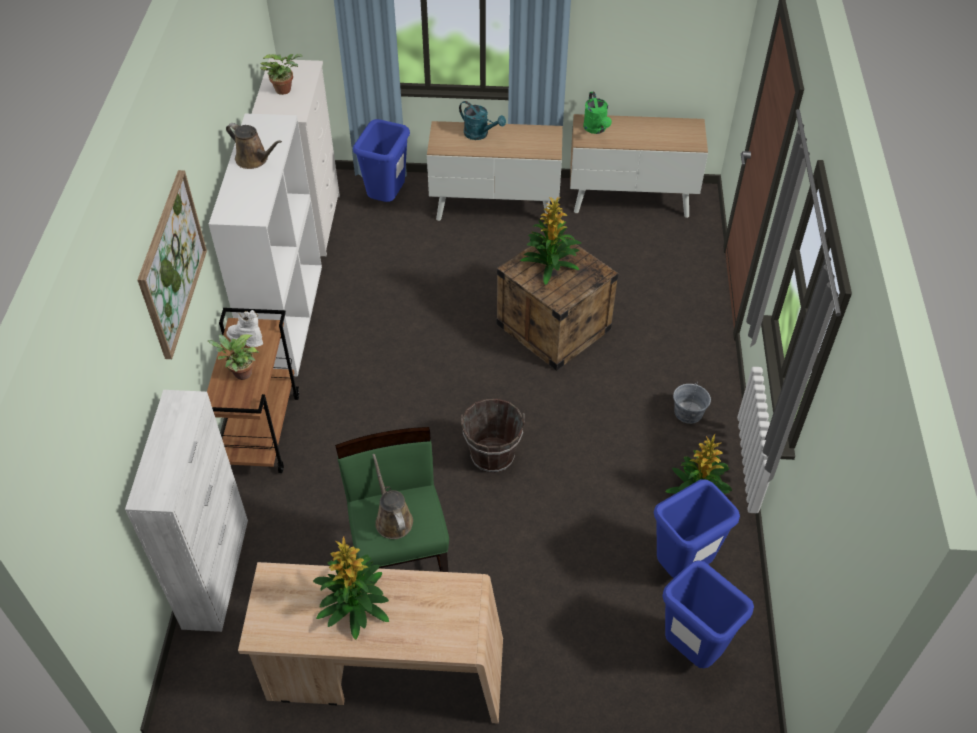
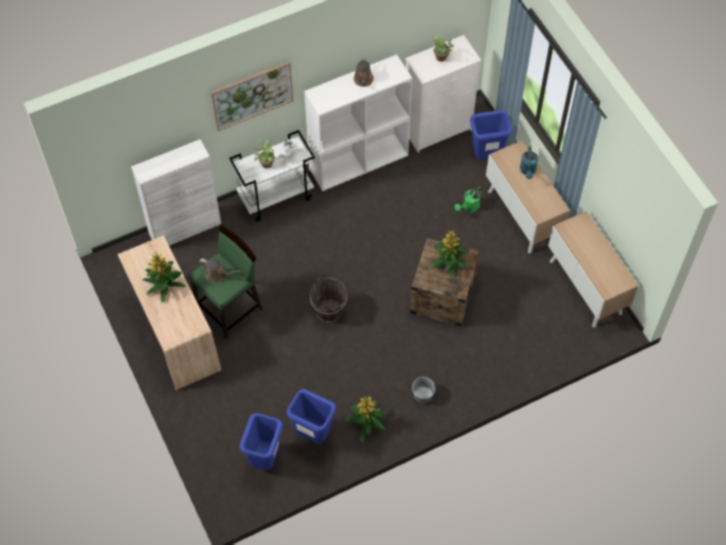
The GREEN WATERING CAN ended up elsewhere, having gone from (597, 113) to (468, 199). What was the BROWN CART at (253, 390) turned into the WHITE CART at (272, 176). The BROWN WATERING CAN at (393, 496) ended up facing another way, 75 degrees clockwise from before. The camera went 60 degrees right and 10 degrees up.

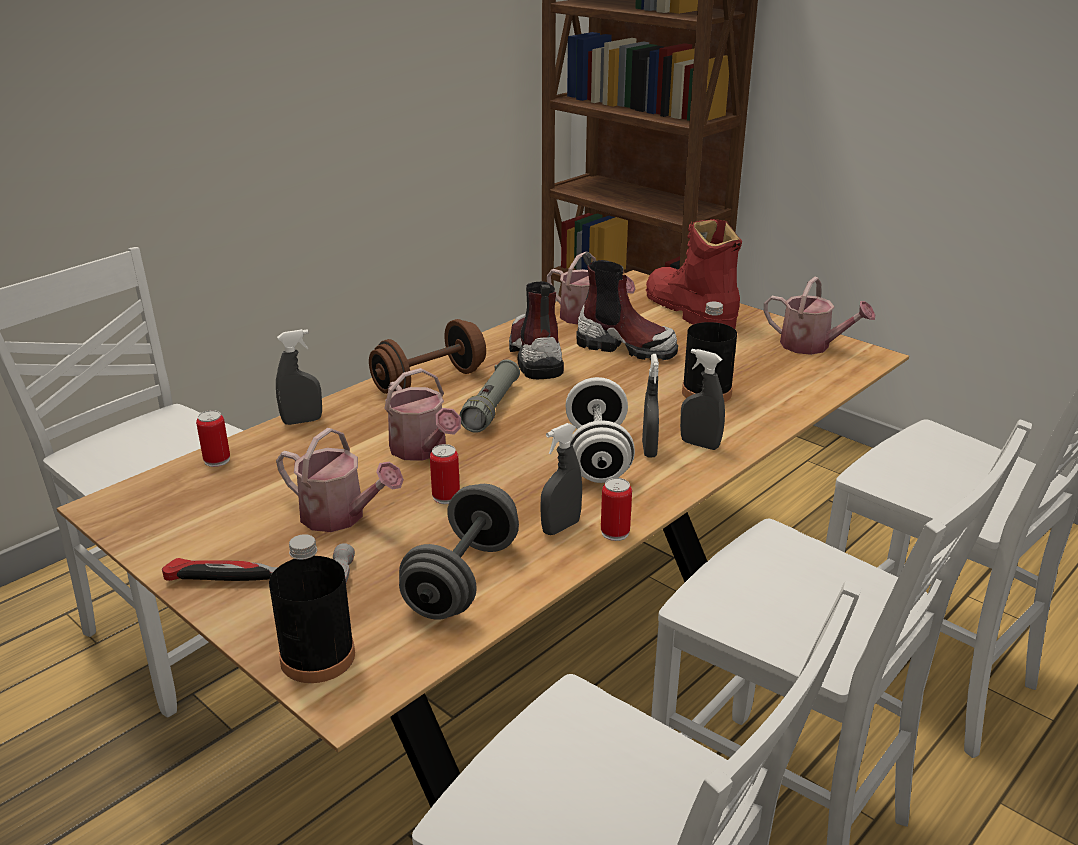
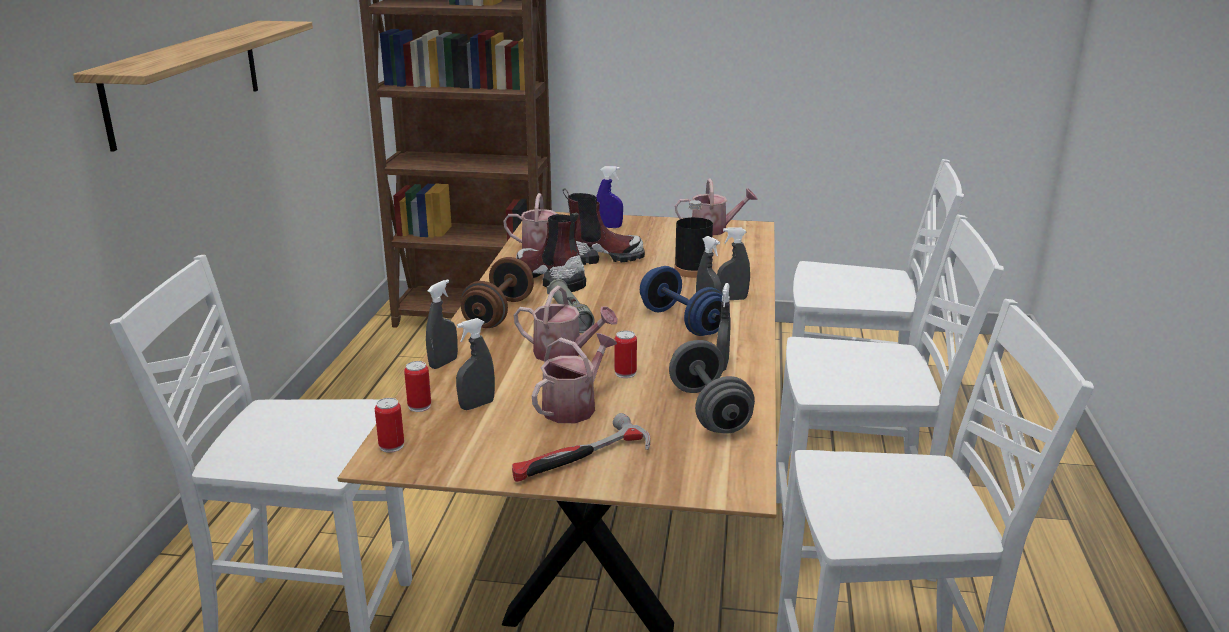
Where the RED BOOT stood at (694, 274), the BLUE SPRAY BOTTLE came to stand at (609, 197). What was the WHITE DUMBBELL at (600, 430) turned into the BLUE DUMBBELL at (681, 301). The WATERING CAN at (340, 480) ended up facing another way, 45 degrees counterclockwise from before. The CAN ended up elsewhere, having gone from (616, 509) to (389, 425). The second view lost the BLACK BOTTLE at (312, 608). The second view gained the SHELF at (193, 86). The second view gained the GREY SPRAY BOTTLE at (475, 364). The camera went 35 degrees left and 5 degrees down.

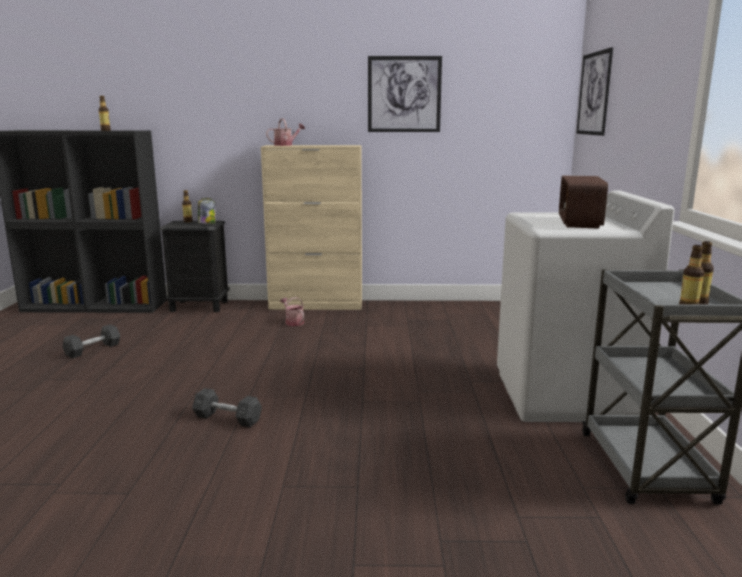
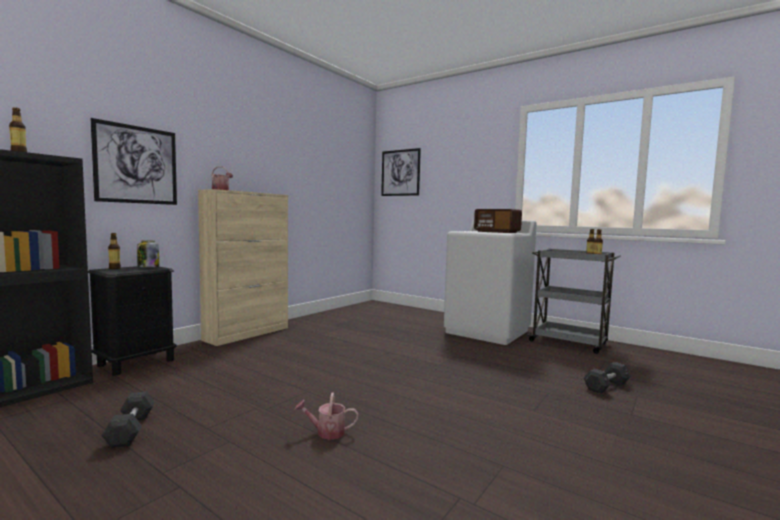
The PICTURE ended up elsewhere, having gone from (405, 94) to (133, 161). The WATERING CAN ended up elsewhere, having gone from (292, 311) to (327, 416). The GREY DUMBBELL ended up elsewhere, having gone from (227, 407) to (607, 378). The camera went 55 degrees left and 10 degrees down.

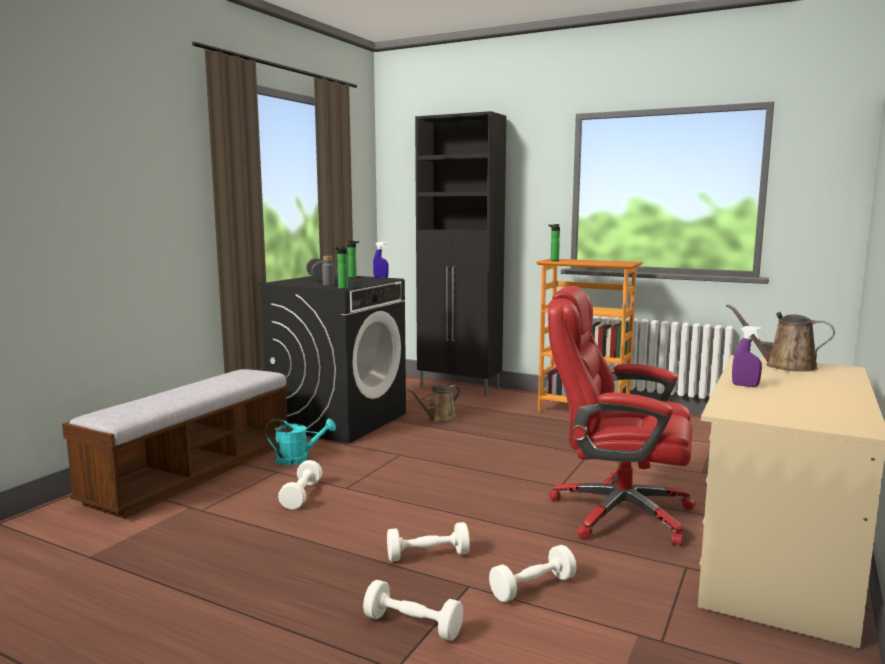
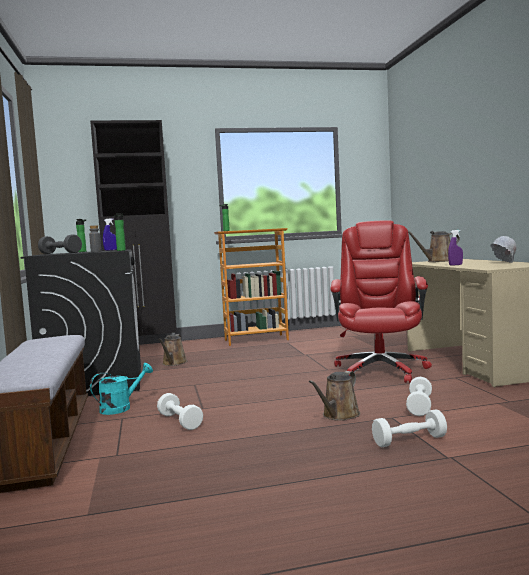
The RED OFFICE CHAIR at (622, 416) ended up facing another way, 120 degrees clockwise from before. Where the WHITE DUMBBELL stood at (428, 542), the BROWN WATERING CAN came to stand at (334, 396). The second view gained the WHITE HARD HAT at (504, 249). The camera went 40 degrees left and 5 degrees down.

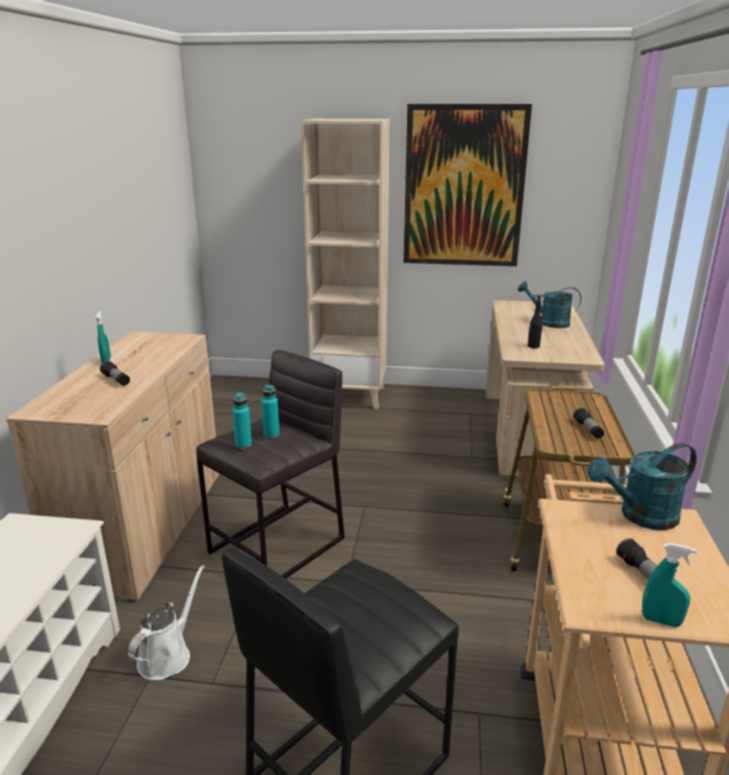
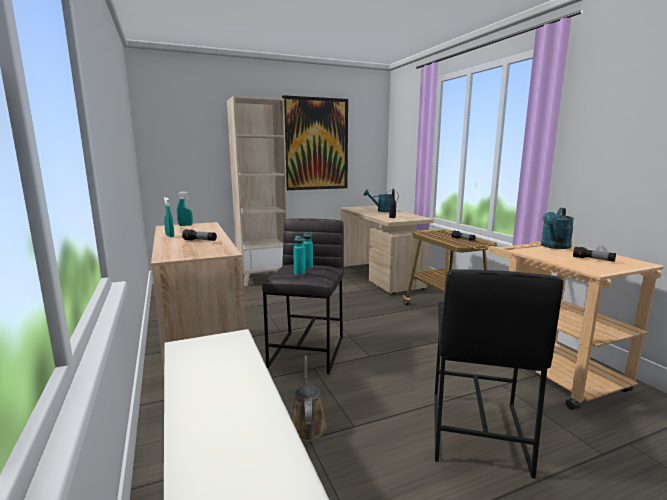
The TURQUOISE SPRAY BOTTLE ended up elsewhere, having gone from (669, 585) to (185, 209). What was the WHITE WATERING CAN at (166, 622) turned into the BROWN WATERING CAN at (309, 398). The camera went 30 degrees left and 10 degrees down.

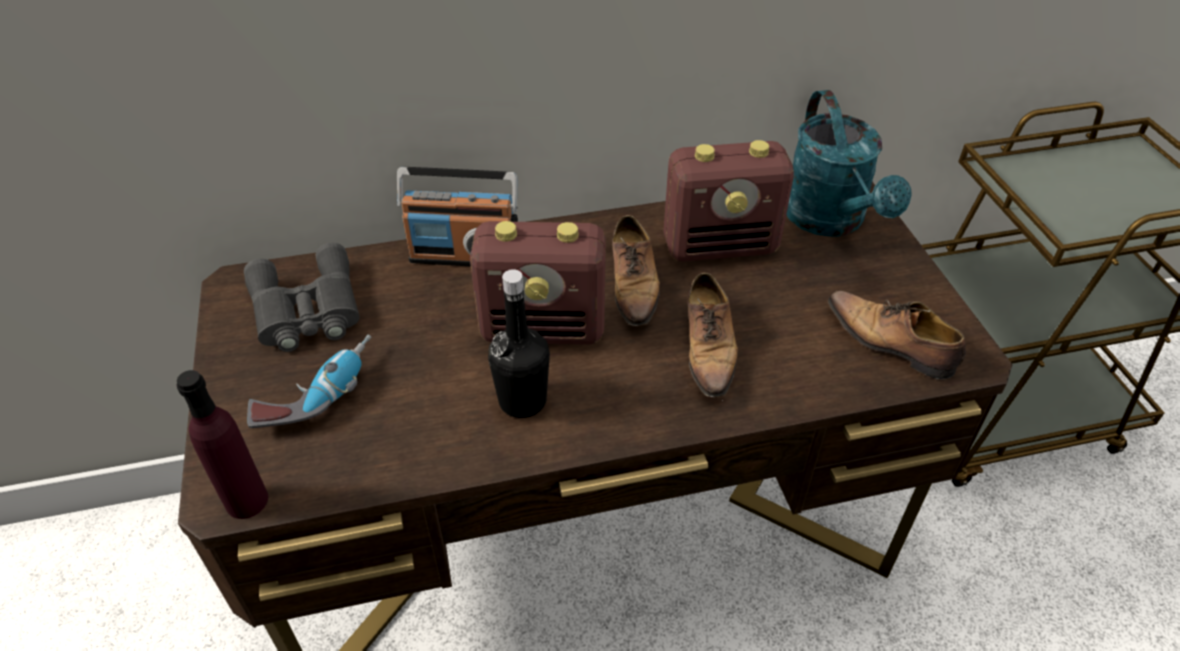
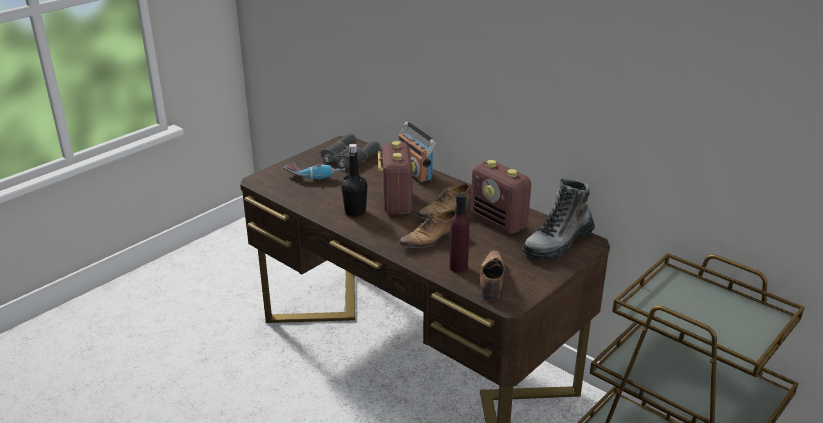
Where the TURQUOISE WATERING CAN stood at (849, 163), the BOOT came to stand at (558, 219). The RADIO at (538, 283) ended up facing another way, 150 degrees counterclockwise from before. The PURPLE BOTTLE ended up elsewhere, having gone from (222, 444) to (459, 233). The camera went 55 degrees right and 15 degrees down.

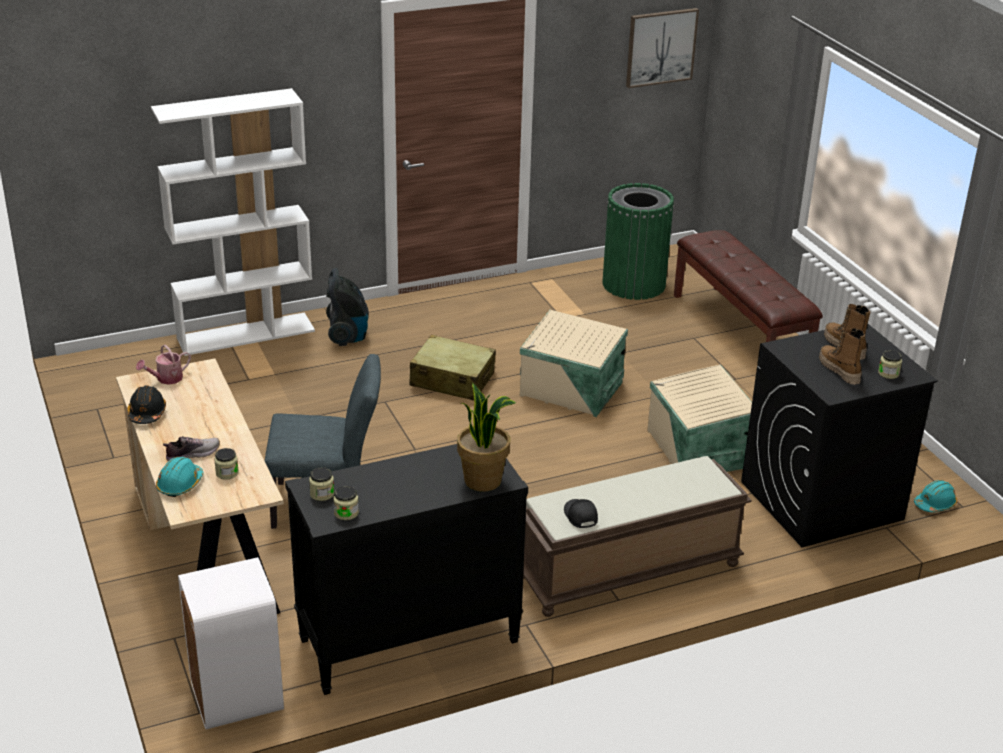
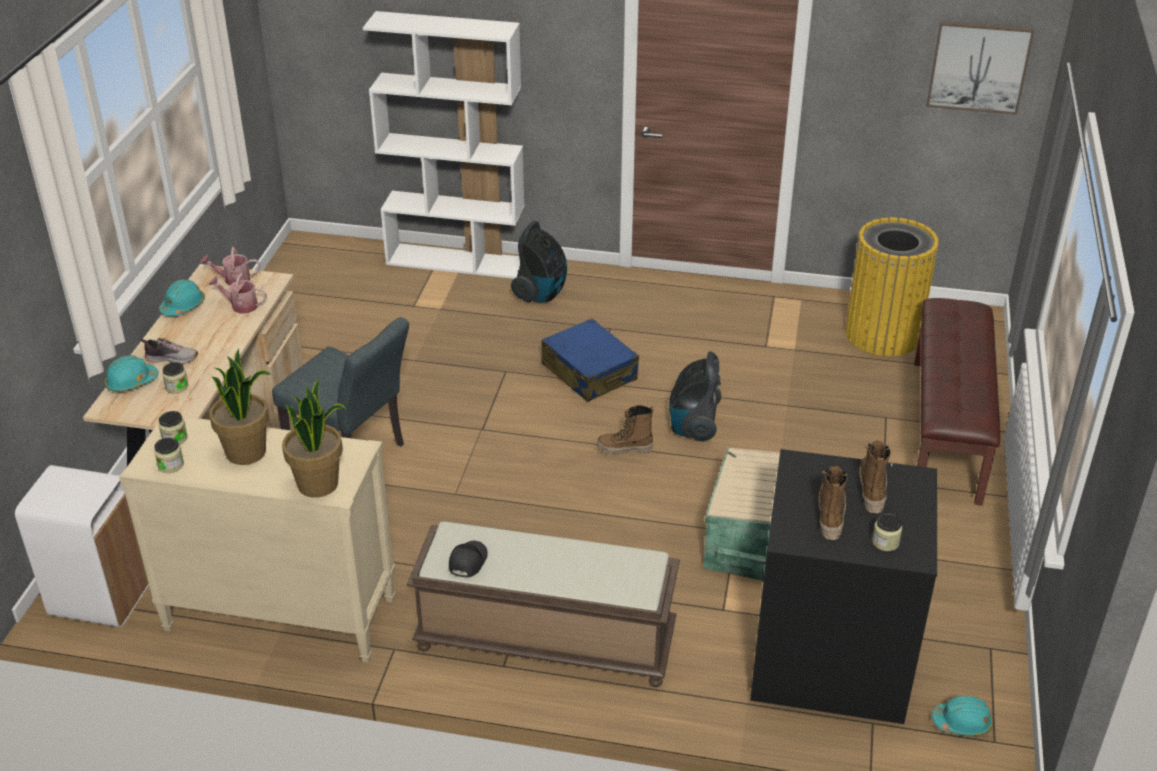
What was the GREEN TRASH CAN at (638, 241) turned into the YELLOW TRASH CAN at (892, 286). Where the BEIGE STORAGE BOX stood at (574, 363), the VACUUM CLEANER came to stand at (695, 396). What was the BEIGE SUITCASE at (452, 367) turned into the BLUE SUITCASE at (590, 360). What was the BLACK HARD HAT at (146, 404) turned into the TURQUOISE HARD HAT at (182, 297). What was the BLACK DRESSER at (406, 569) turned into the BEIGE DRESSER at (257, 537). The second view gained the WATERING CAN at (238, 293). The second view gained the POTTED PLANT at (240, 407). The second view gained the BOOT at (625, 430). The camera went 35 degrees right and 5 degrees up.

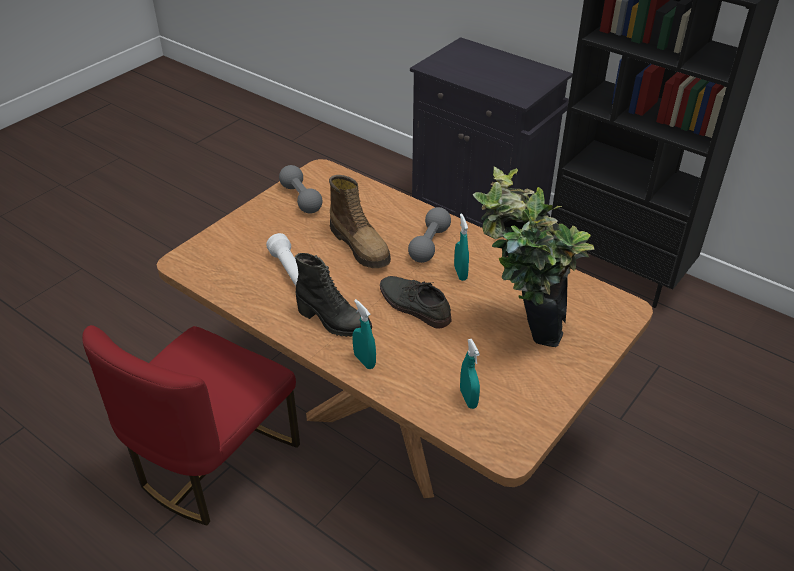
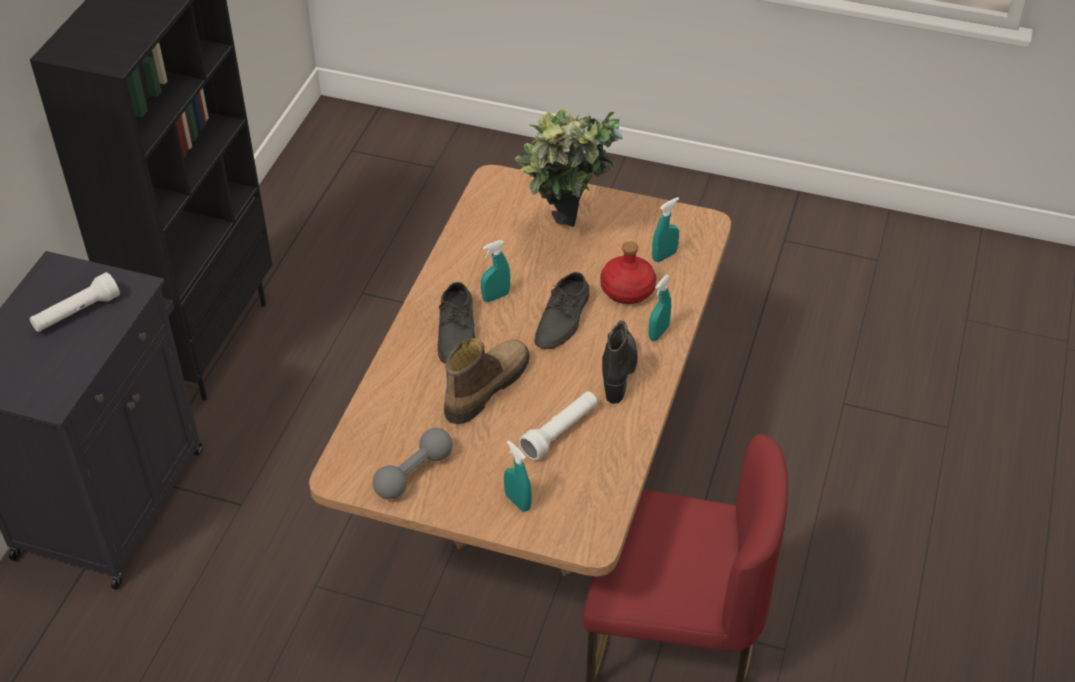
Where the GREY DUMBBELL stood at (429, 235), the GREY SHOE came to stand at (456, 323). The second view gained the RED BOTTLE at (628, 273). The second view gained the WHITE FLASHLIGHT at (75, 302). The second view gained the TURQUOISE SPRAY BOTTLE at (518, 476). The camera went 110 degrees left and 5 degrees up.

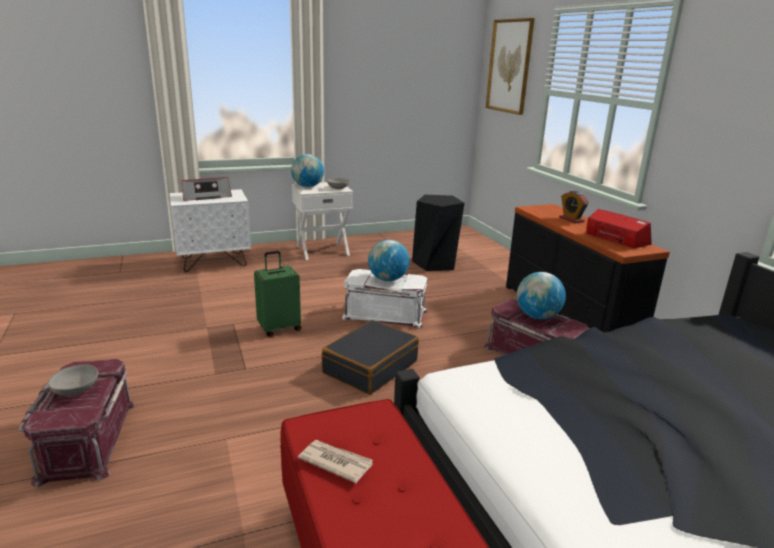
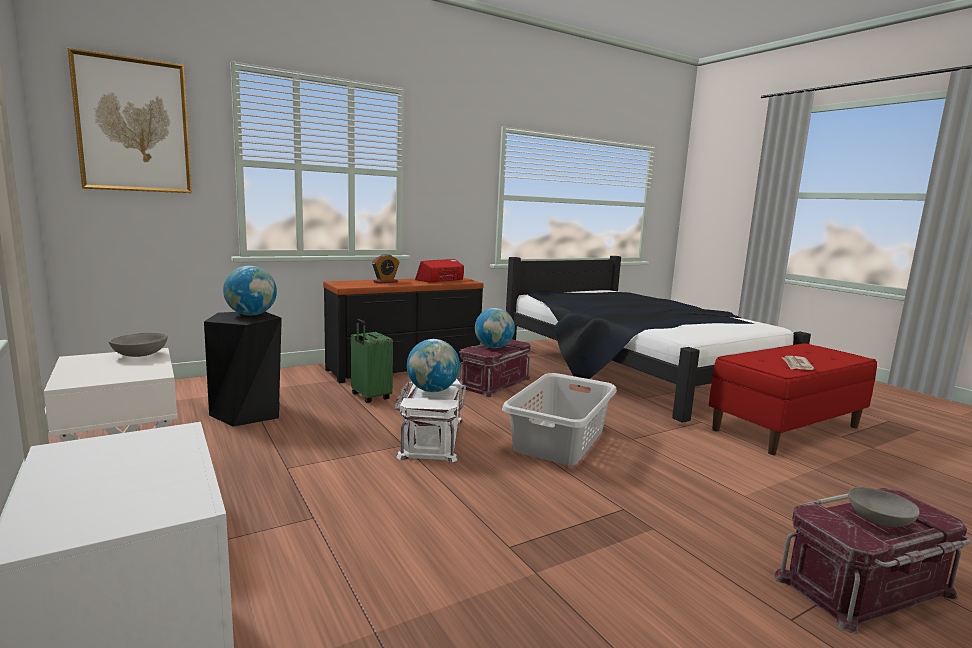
The GLOBE ended up elsewhere, having gone from (307, 170) to (250, 291). The second view lost the RADIO at (207, 189). The GREEN SUITCASE ended up elsewhere, having gone from (277, 294) to (372, 361). Where the BLACK SUITCASE stood at (370, 357), the GREY LAUNDRY BASKET came to stand at (559, 419). The camera went 100 degrees left and 10 degrees down.

